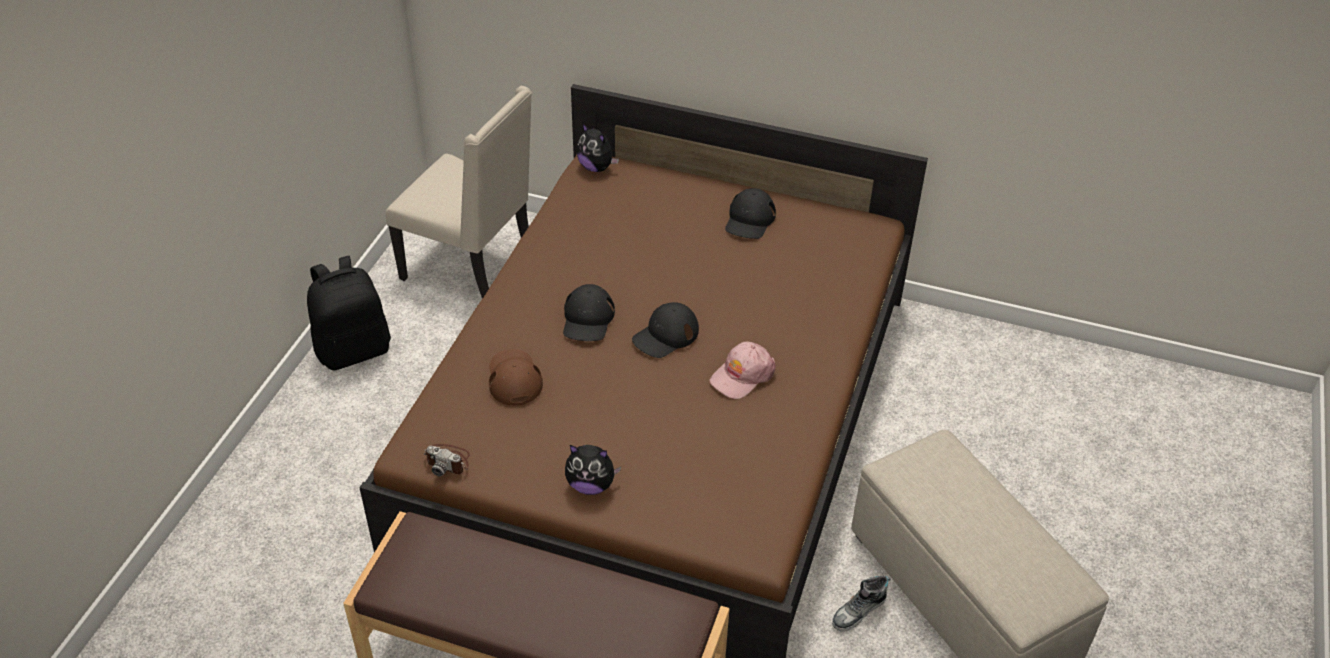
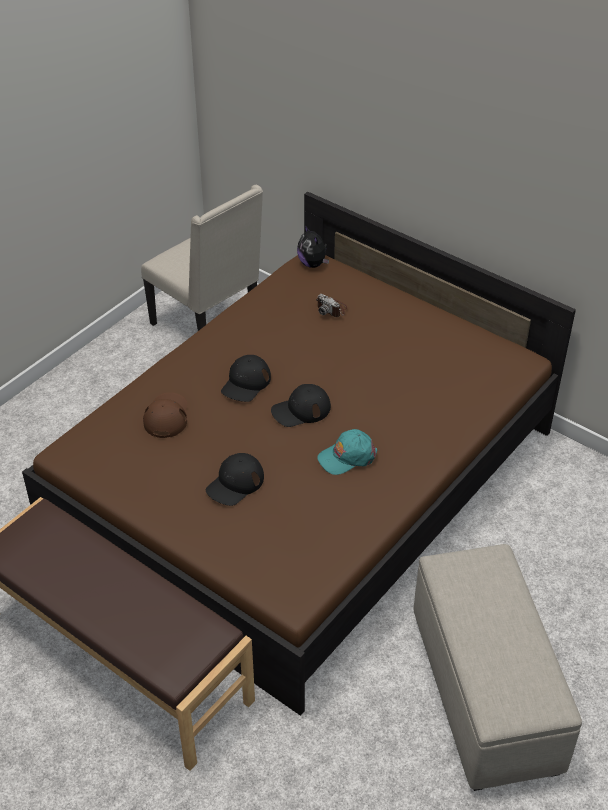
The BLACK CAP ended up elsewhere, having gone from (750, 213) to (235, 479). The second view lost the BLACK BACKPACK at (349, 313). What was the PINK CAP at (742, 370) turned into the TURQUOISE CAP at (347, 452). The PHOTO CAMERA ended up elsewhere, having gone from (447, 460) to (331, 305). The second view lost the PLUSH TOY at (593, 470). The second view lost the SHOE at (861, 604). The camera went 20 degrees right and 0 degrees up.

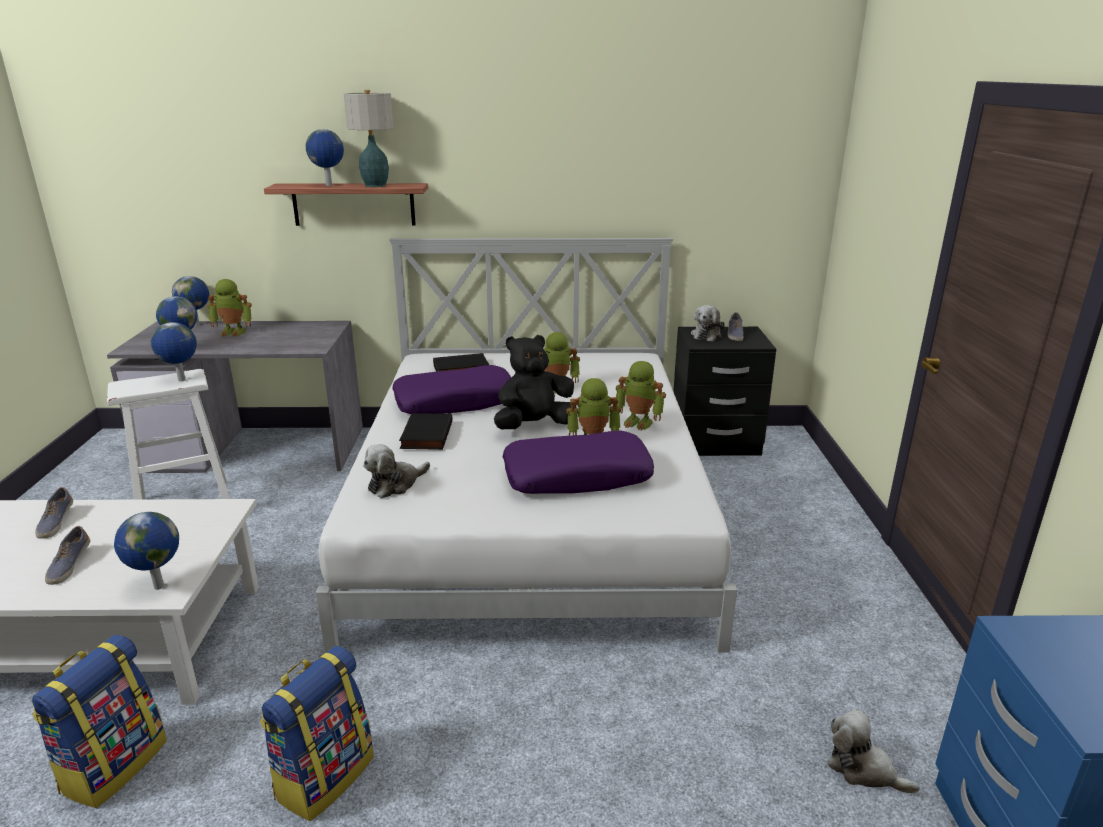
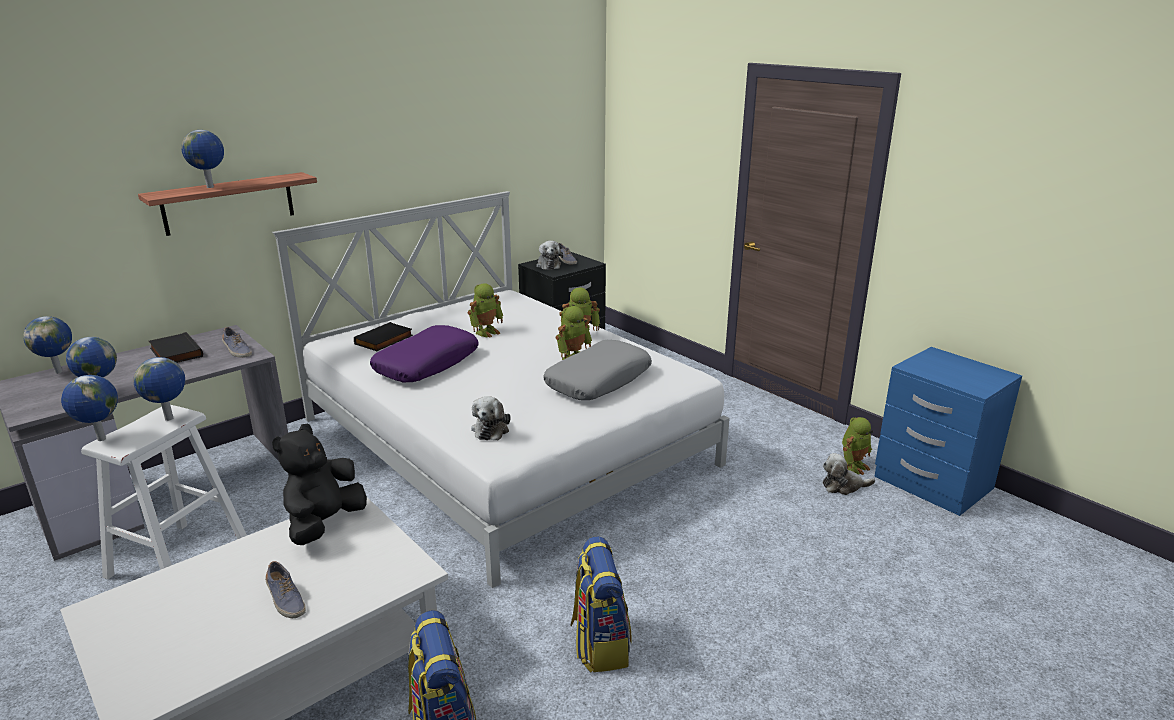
The second view lost the TABLE LAMP at (369, 138). The TOY ROBOT ended up elsewhere, having gone from (229, 308) to (857, 446). The BLACK PLUSH TOY ended up elsewhere, having gone from (535, 382) to (319, 484). The BLACK BOOK ended up elsewhere, having gone from (426, 431) to (176, 347). What was the PURPLE PILLOW at (578, 462) turned into the GREY PILLOW at (597, 370). The SHOE ended up elsewhere, having gone from (54, 513) to (237, 342). The GLOBE ended up elsewhere, having gone from (146, 551) to (89, 408). The camera went 40 degrees left and 0 degrees up.

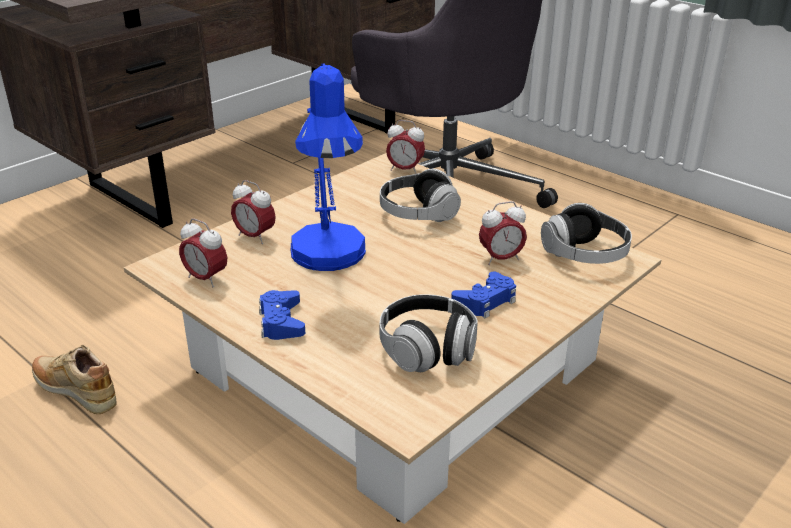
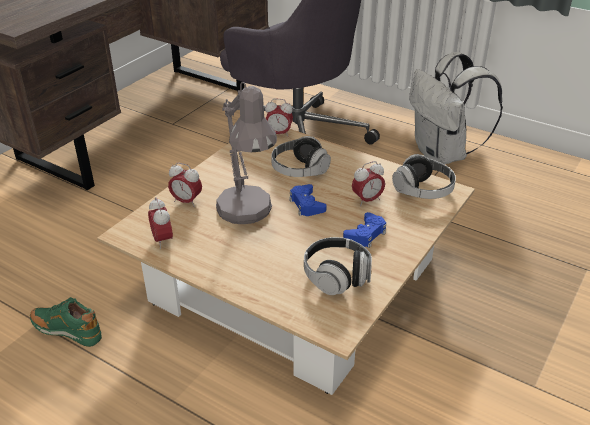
What was the BLUE TABLE LAMP at (328, 167) turned into the GREY TABLE LAMP at (246, 153). The ALARM CLOCK at (203, 253) ended up facing another way, 45 degrees clockwise from before. The BLUE GAME CONTROLLER ended up elsewhere, having gone from (282, 315) to (308, 200). What was the BEIGE SHOE at (74, 379) turned into the GREEN SHOE at (66, 322). The second view gained the WHITE BACKPACK at (456, 108). The camera went 10 degrees left and 5 degrees up.

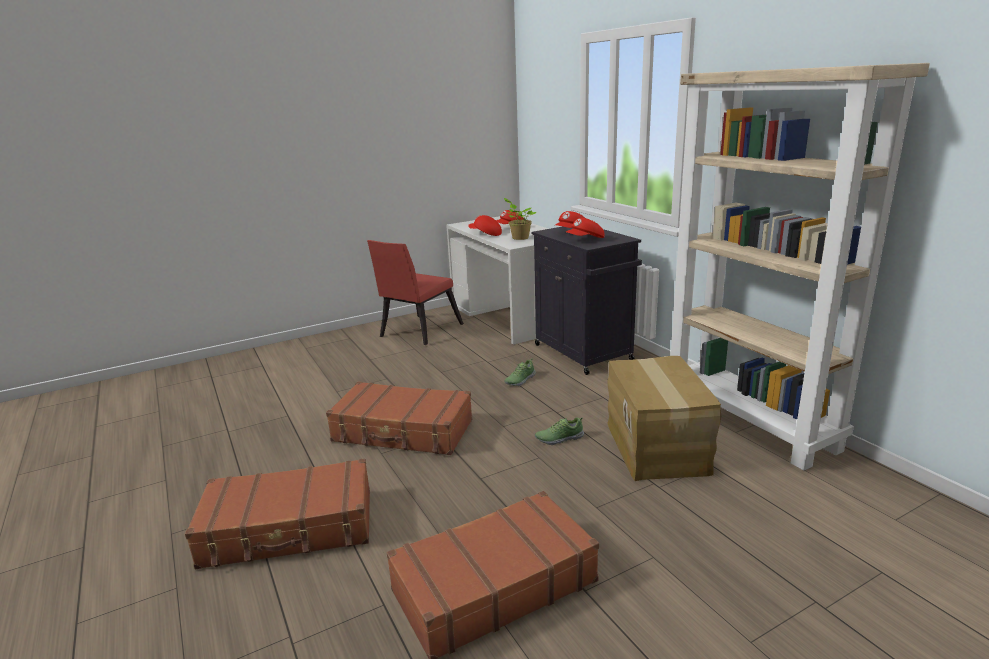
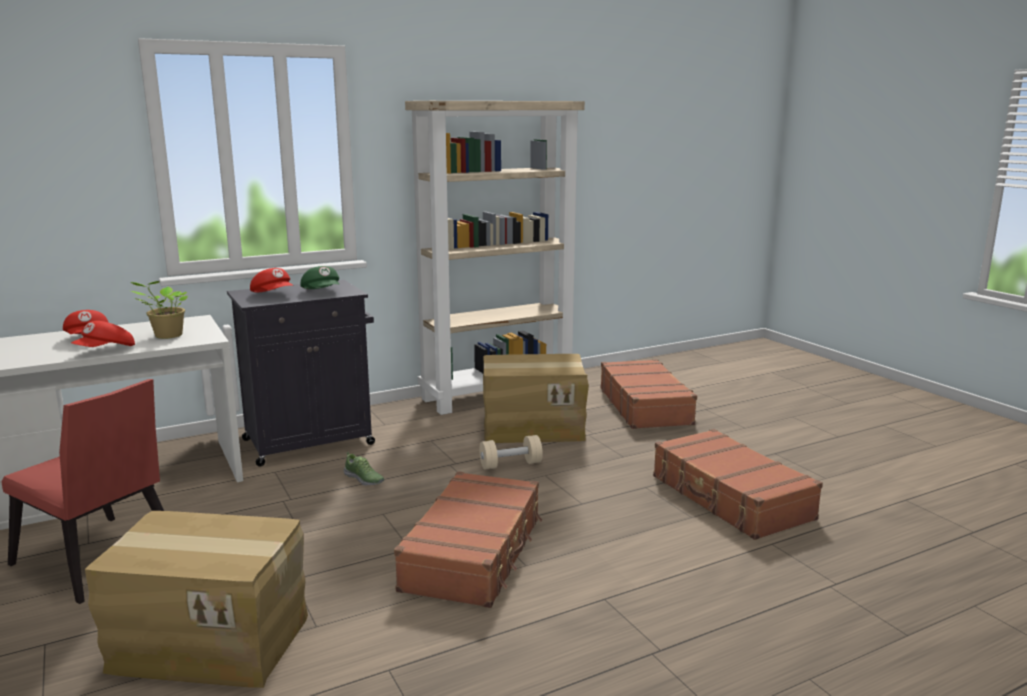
What was the RED CAP at (585, 228) turned into the GREEN CAP at (320, 277). Where the SHOE stood at (559, 431), the BEIGE DUMBBELL came to stand at (511, 452). The BROWN SUITCASE ended up elsewhere, having gone from (277, 513) to (648, 394). The second view gained the CARDBOARD BOX at (196, 599). The camera went 90 degrees left and 5 degrees down.

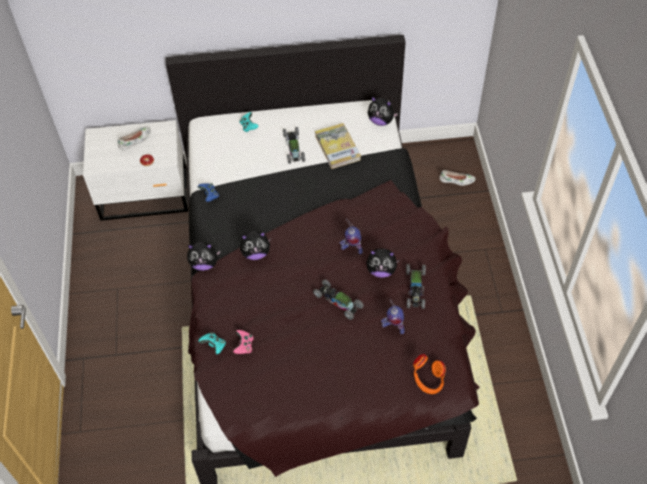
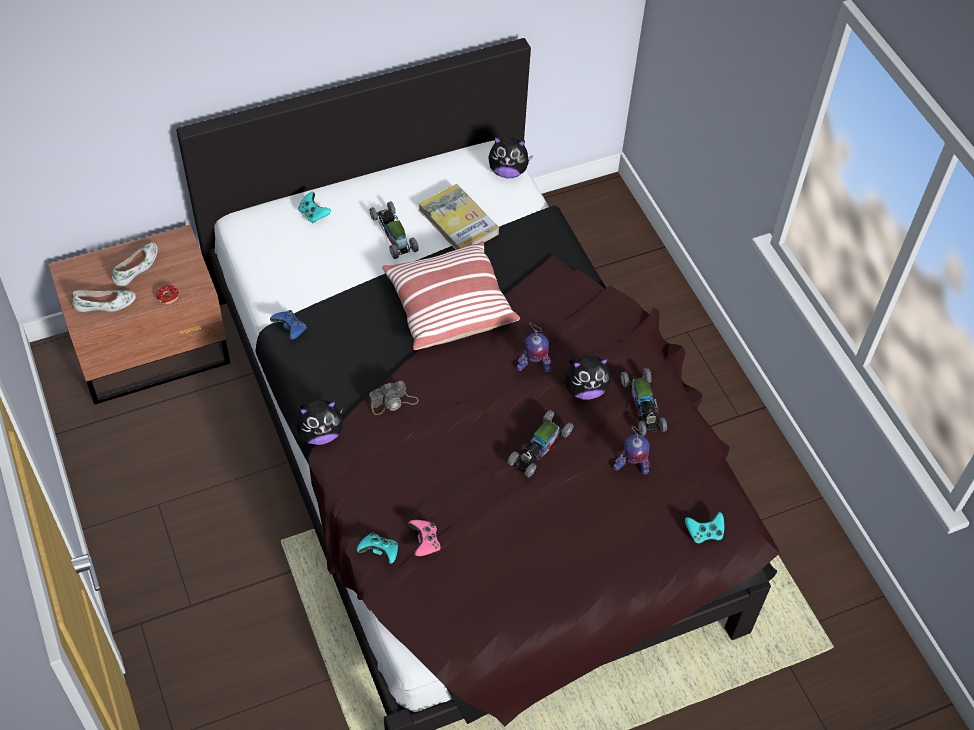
What was the WHITE NIGHTSTAND at (135, 170) turned into the BROWN NIGHTSTAND at (139, 315). The WHITE SHOE ended up elsewhere, having gone from (457, 178) to (104, 301). Where the PLUSH TOY stood at (255, 245), the PHOTO CAMERA came to stand at (394, 398). The TOY CAR at (338, 300) ended up facing another way, 75 degrees counterclockwise from before. Where the ORANGE HEADPHONES stood at (429, 374), the TURQUOISE GAME CONTROLLER came to stand at (704, 527). The second view gained the PILLOW at (451, 295). The camera went 20 degrees left and 0 degrees up.

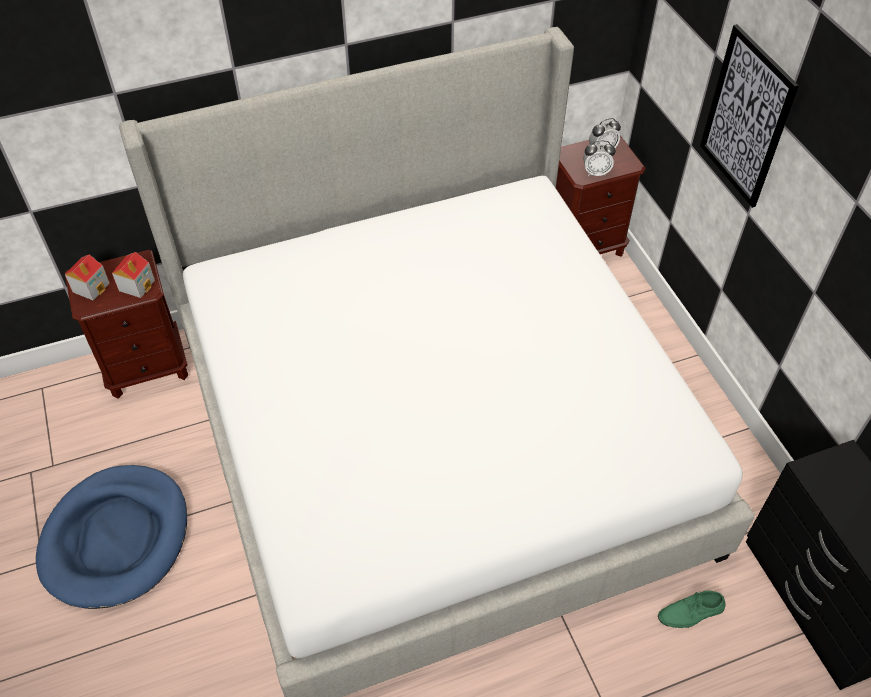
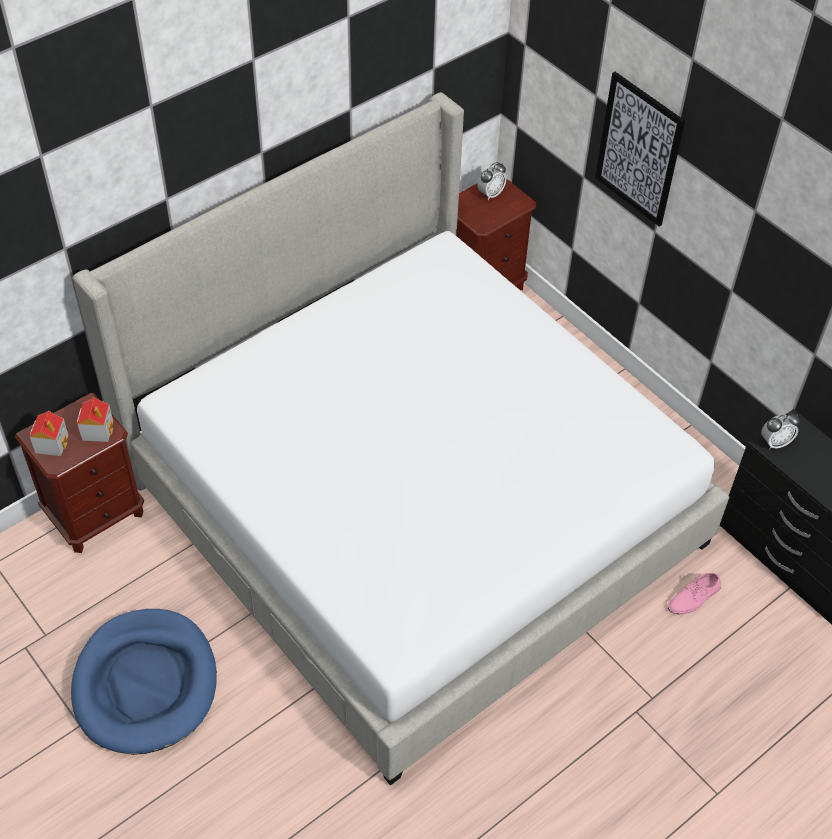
The ALARM CLOCK ended up elsewhere, having gone from (599, 158) to (780, 431). What was the GREEN SHOE at (691, 609) turned into the PINK SHOE at (694, 593). The camera went 20 degrees left and 0 degrees up.

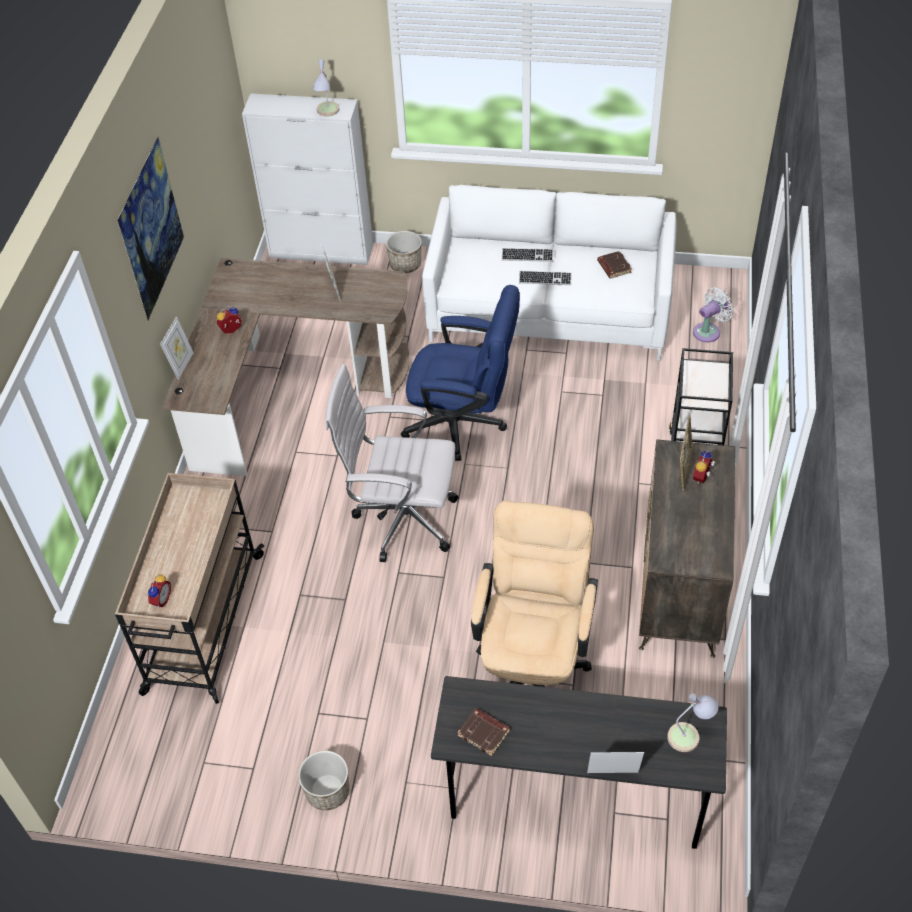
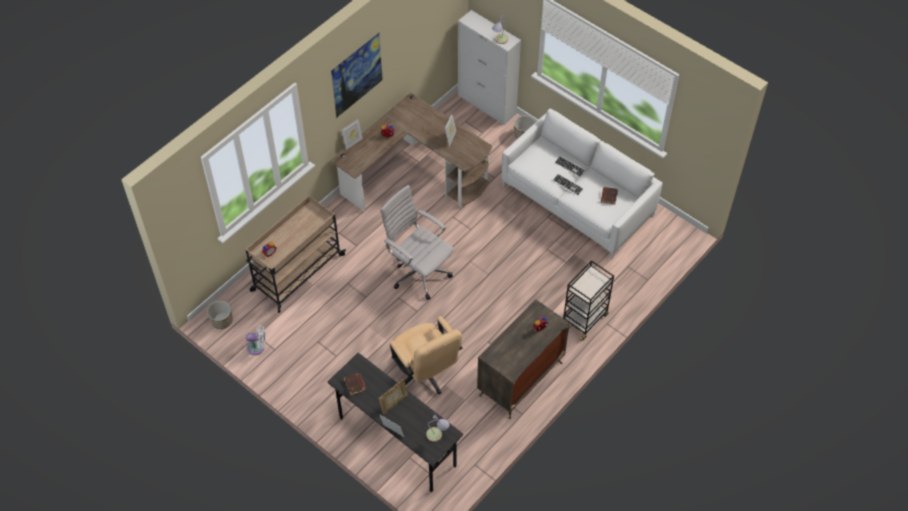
The second view lost the BLUE OFFICE CHAIR at (460, 373). The WHITE FAN ended up elsewhere, having gone from (713, 315) to (255, 340). The PICTURE FRAME ended up elsewhere, having gone from (686, 453) to (393, 396). The BEIGE OFFICE CHAIR at (534, 593) ended up facing another way, 105 degrees clockwise from before. The PLANTER ended up elsewhere, having gone from (323, 780) to (220, 315). The camera went 30 degrees right and 5 degrees up.

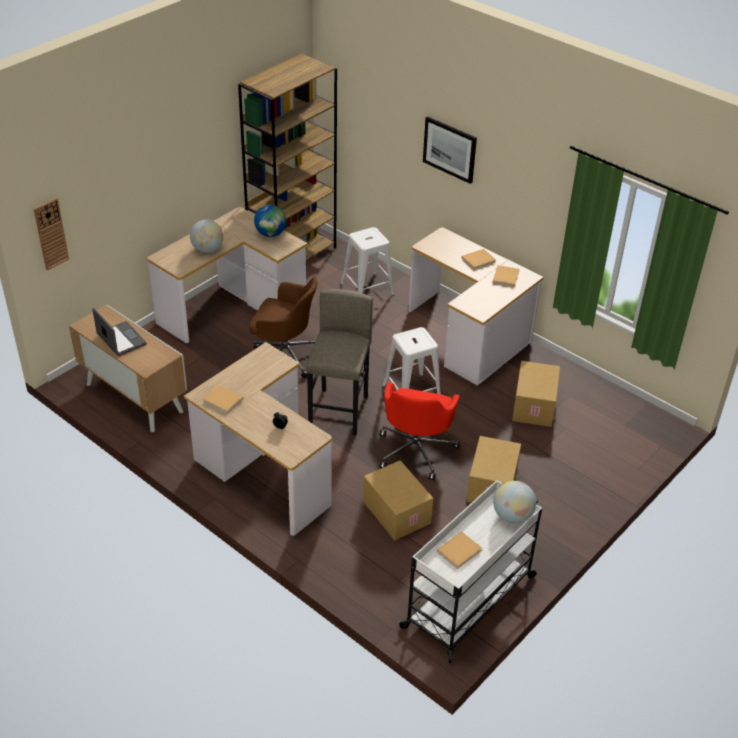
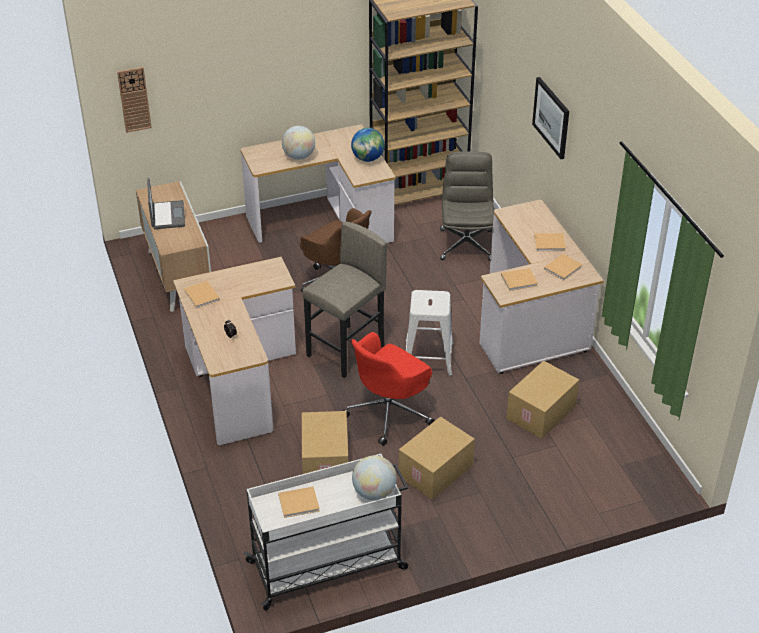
Where the WHITE STOOL stood at (367, 261), the GREY OFFICE CHAIR came to stand at (467, 206). The second view gained the BEIGE BOOK at (519, 279). The camera went 30 degrees right and 0 degrees up.

